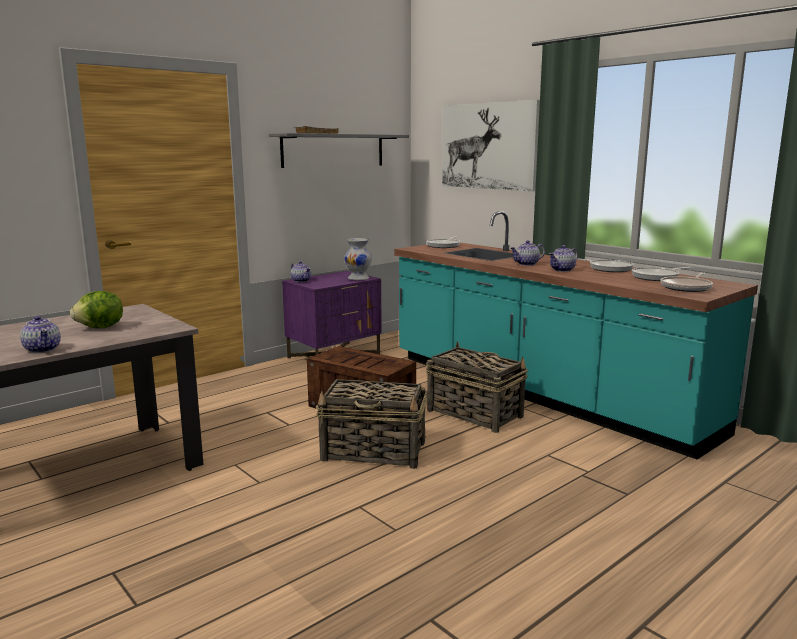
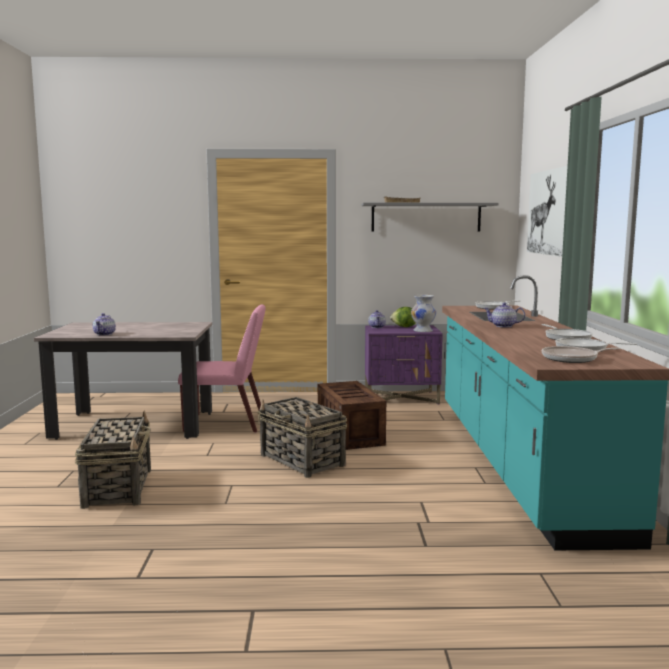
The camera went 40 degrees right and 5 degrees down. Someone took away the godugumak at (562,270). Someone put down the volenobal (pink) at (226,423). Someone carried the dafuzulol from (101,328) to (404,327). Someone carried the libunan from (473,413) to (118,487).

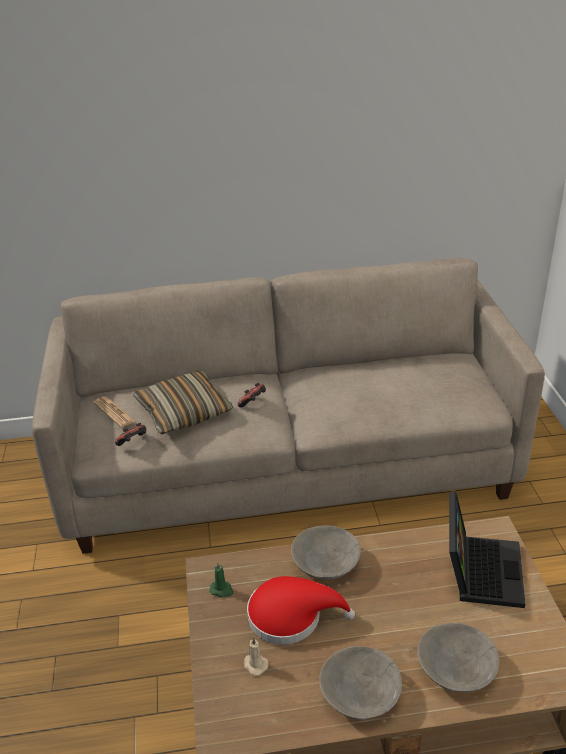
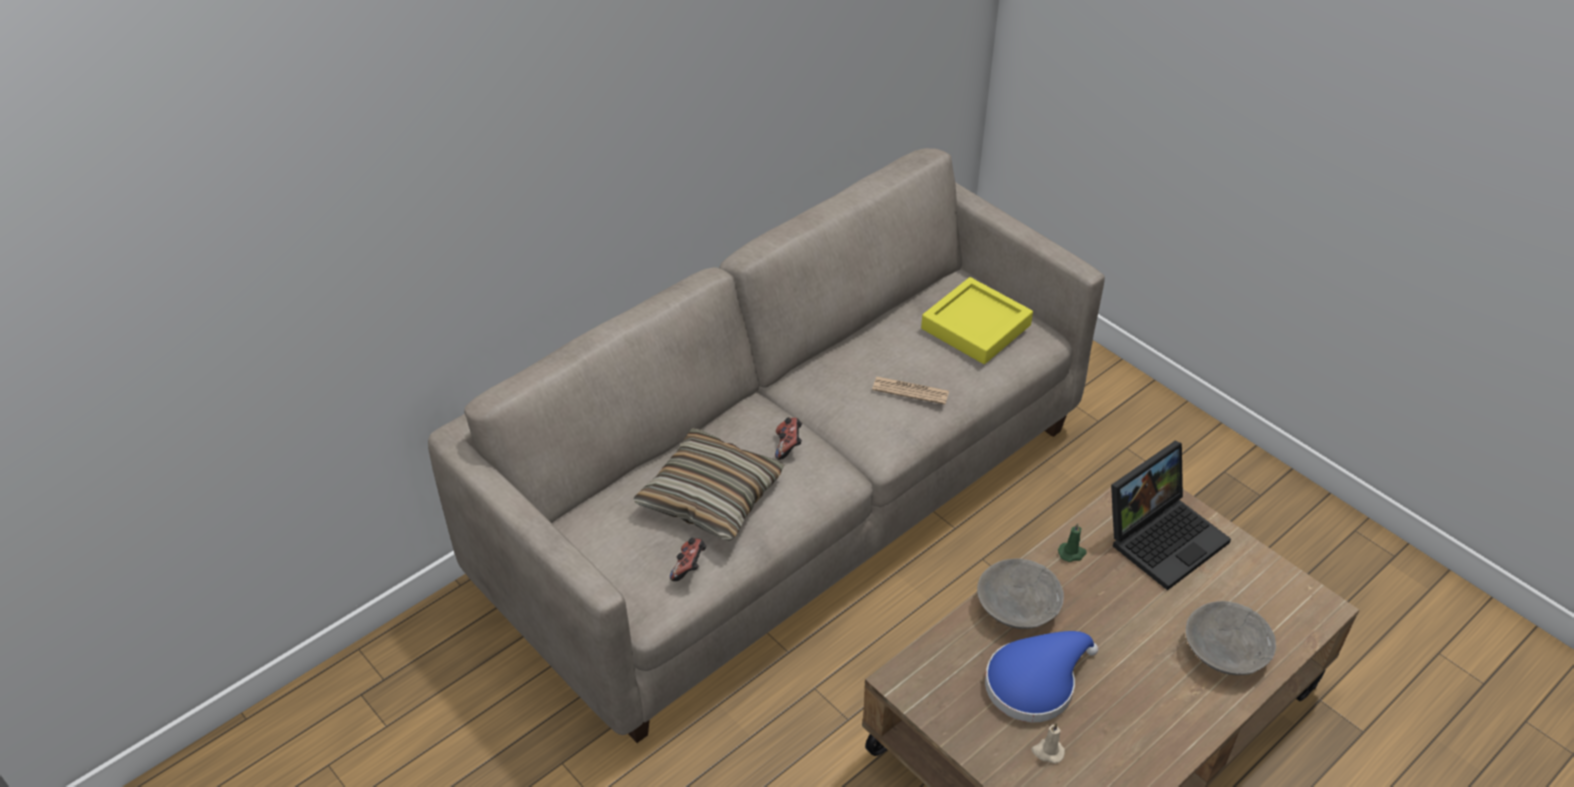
The camera went 35 degrees left and 10 degrees up. Someone took away the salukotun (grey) at (359,695). Someone put down the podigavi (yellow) at (976,327). Someone carried the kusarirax from (114,412) to (910,391). Someone carried the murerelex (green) from (222,590) to (1072,553). Someone repainted the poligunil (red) at (291,616), which became the poligunil (blue) at (1035,682). Someone rotated the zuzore at (479,569) by 75 degrees clockwise.

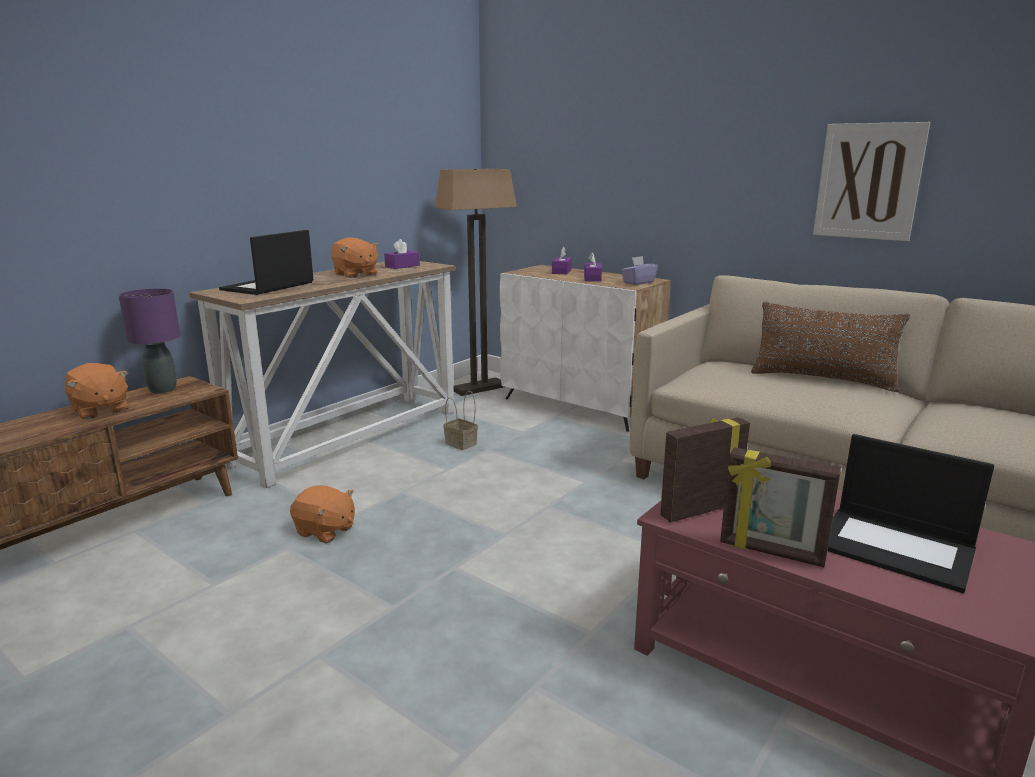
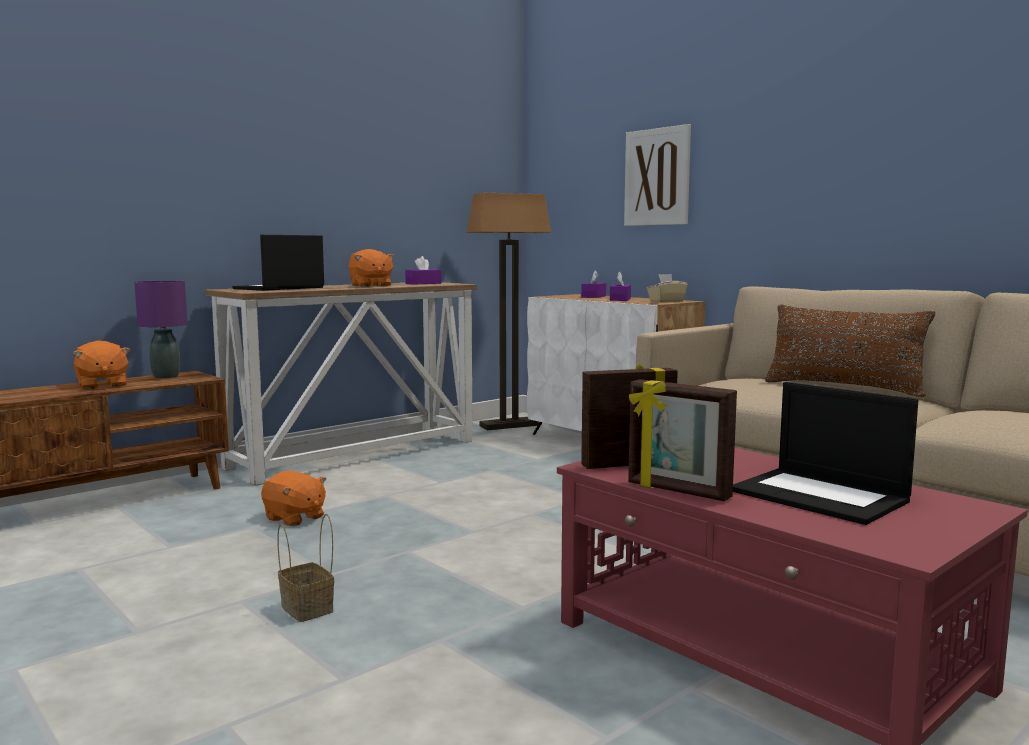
The camera went 10 degrees right and 10 degrees down. Someone carried the libunan from (462,443) to (309,609). Someone carried the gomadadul from (868,181) to (657,177). Someone repainted the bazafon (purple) at (638,282), which became the bazafon (beige) at (666,301).

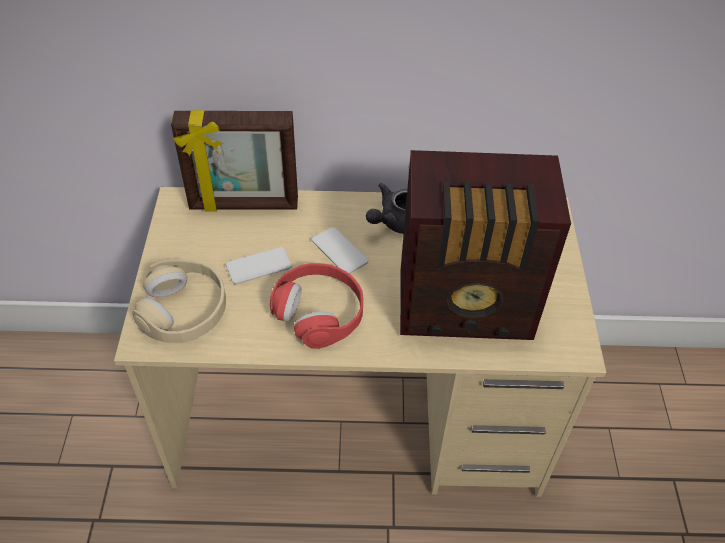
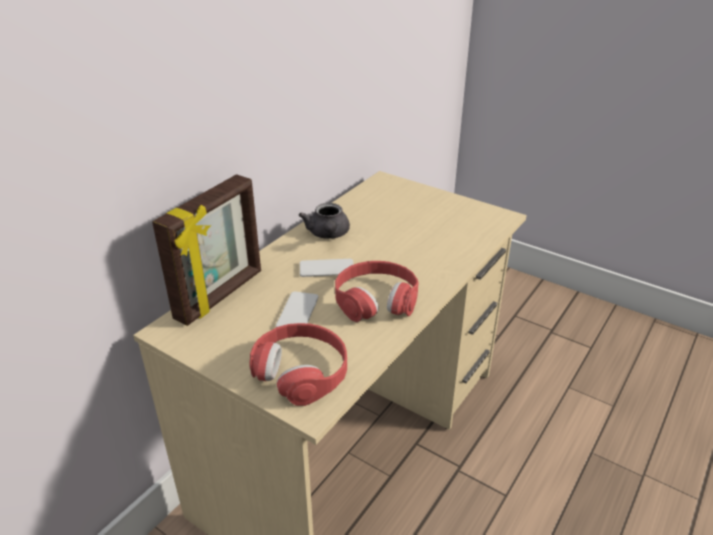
The camera went 55 degrees left and 15 degrees down. Someone took away the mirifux at (467,308). Someone repainted the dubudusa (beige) at (184,310), which became the dubudusa (red) at (301,371).

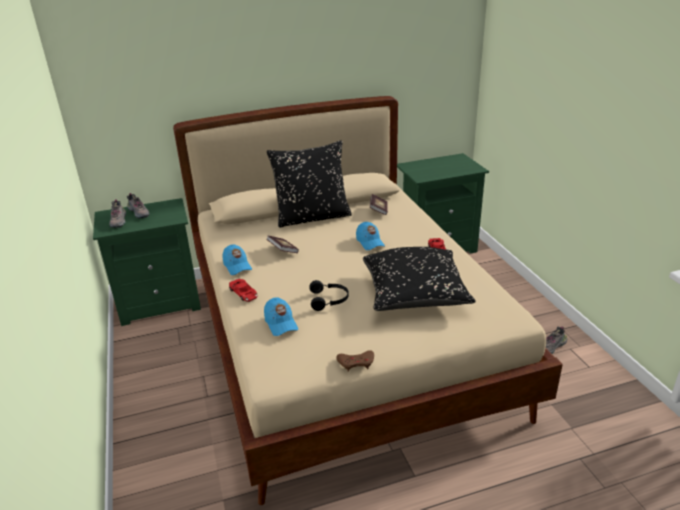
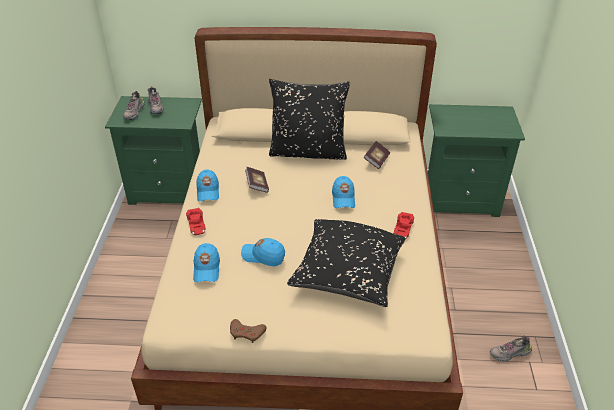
The camera went 20 degrees right and 10 degrees up. Someone swapped the dubudusa (black) at (329,300) for the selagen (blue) at (263,256).

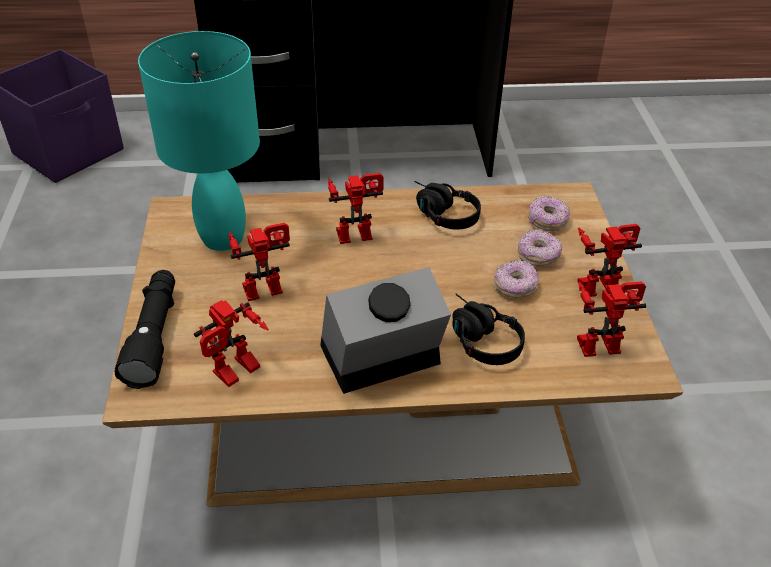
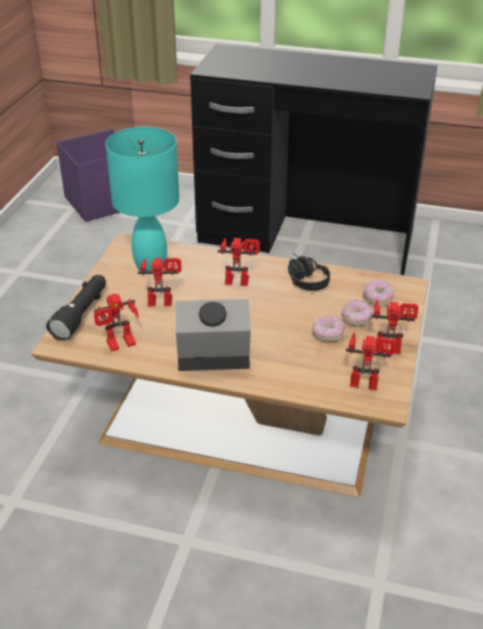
The camera went 20 degrees right and 5 degrees down. Someone took away the dubudusa (black) at (478,338).

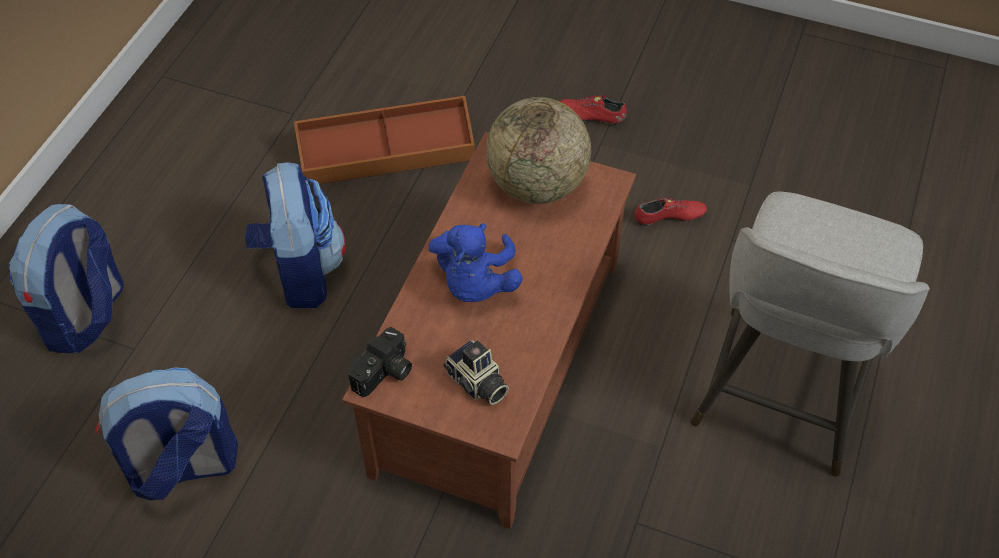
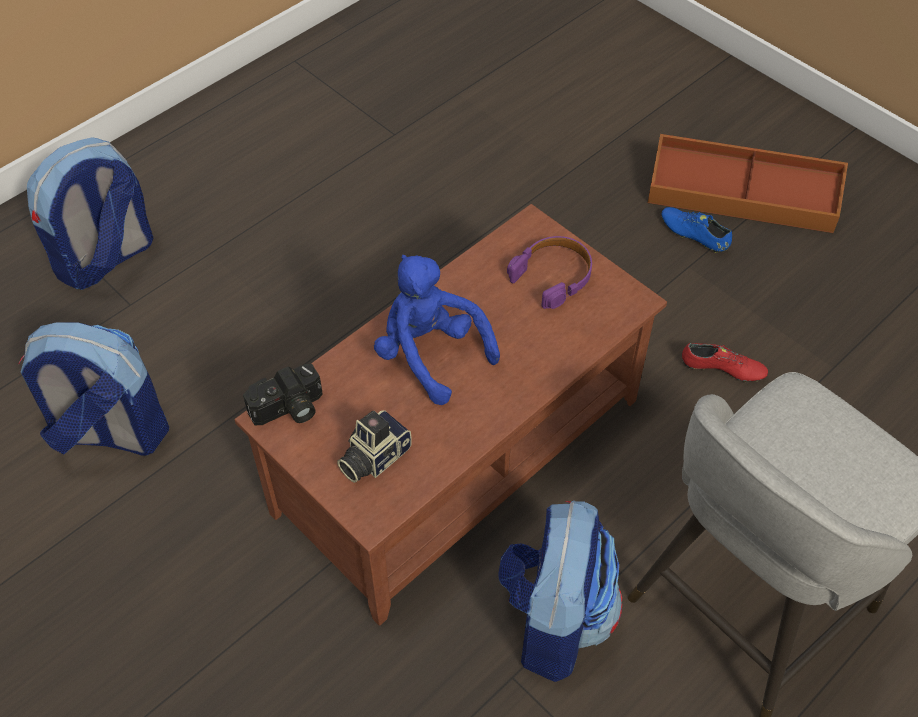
The camera went 25 degrees right and 0 degrees up. Someone carried the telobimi from (301,271) to (553,618). Someone carried the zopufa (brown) from (386,154) to (741,198). Someone swapped the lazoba at (537,185) for the dubudusa (purple) at (553,276). Someone repainted the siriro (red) at (591,116), which became the siriro (blue) at (694,235). Someone rotated the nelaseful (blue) at (474,284) by 105 degrees clockwise. Someone rotated the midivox at (477,384) by 60 degrees clockwise.

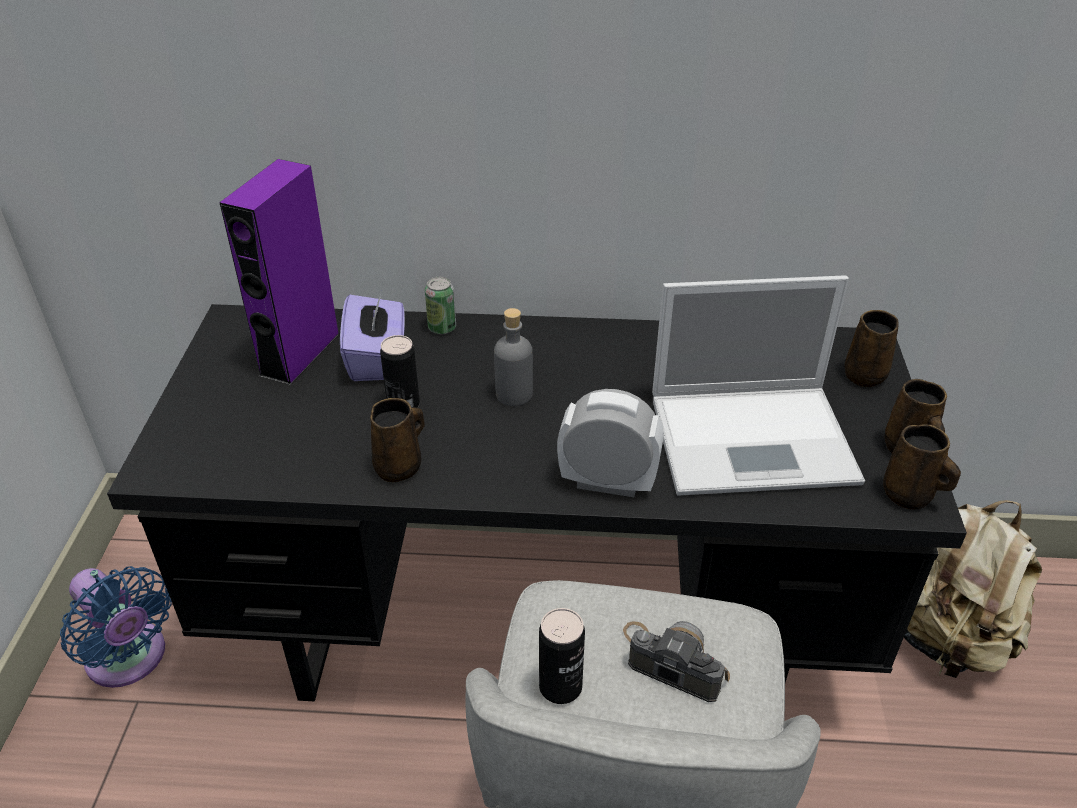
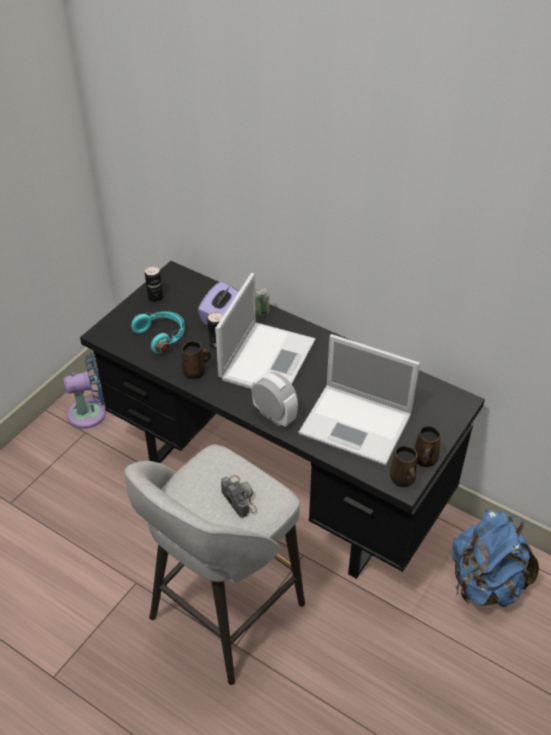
The camera went 30 degrees right and 5 degrees up. Someone took away the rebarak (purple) at (300,354). Someone took away the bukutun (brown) at (866,374). Someone put down the dubudusa (turquoise) at (162,336). Someone carried the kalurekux from (560,686) to (155,297). Someone swapped the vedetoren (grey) at (514,394) for the zuzore at (268,358). Someone repainted the telobimi (beige) at (944,637), which became the telobimi (blue) at (485,583). Someone rotated the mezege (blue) at (130,660) by 90 degrees counterclockwise.

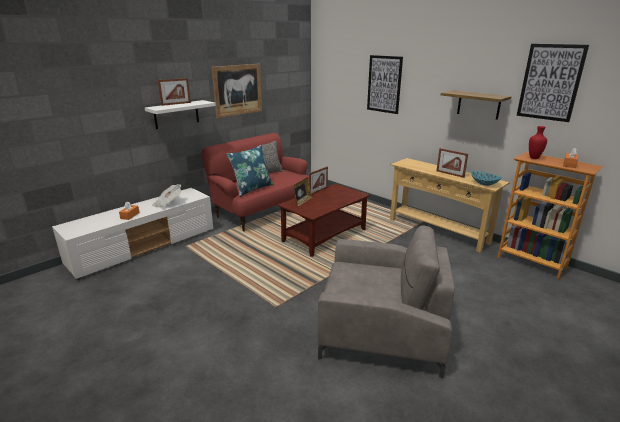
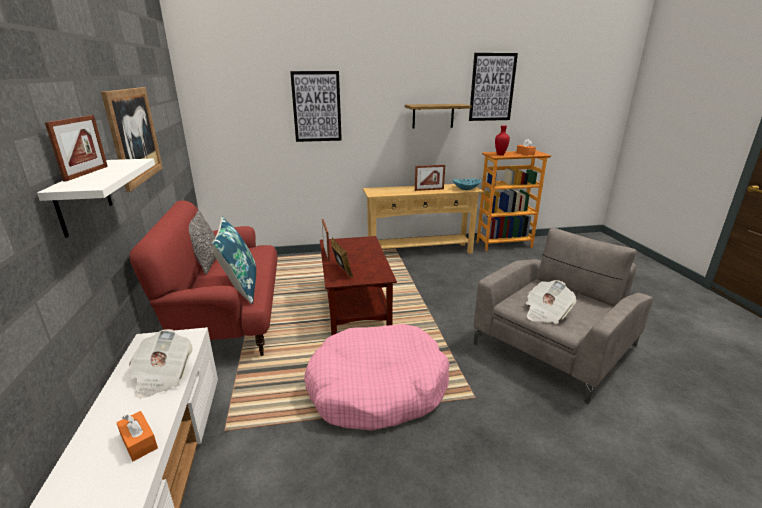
The camera went 55 degrees left and 0 degrees up. Someone put down the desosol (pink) at (377,388). Someone put down the kusarirax at (546,313).

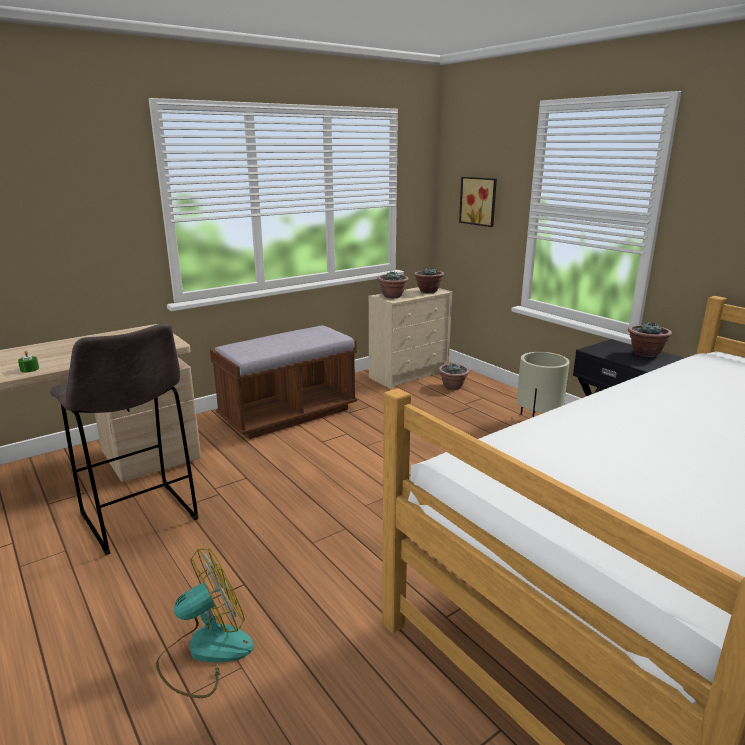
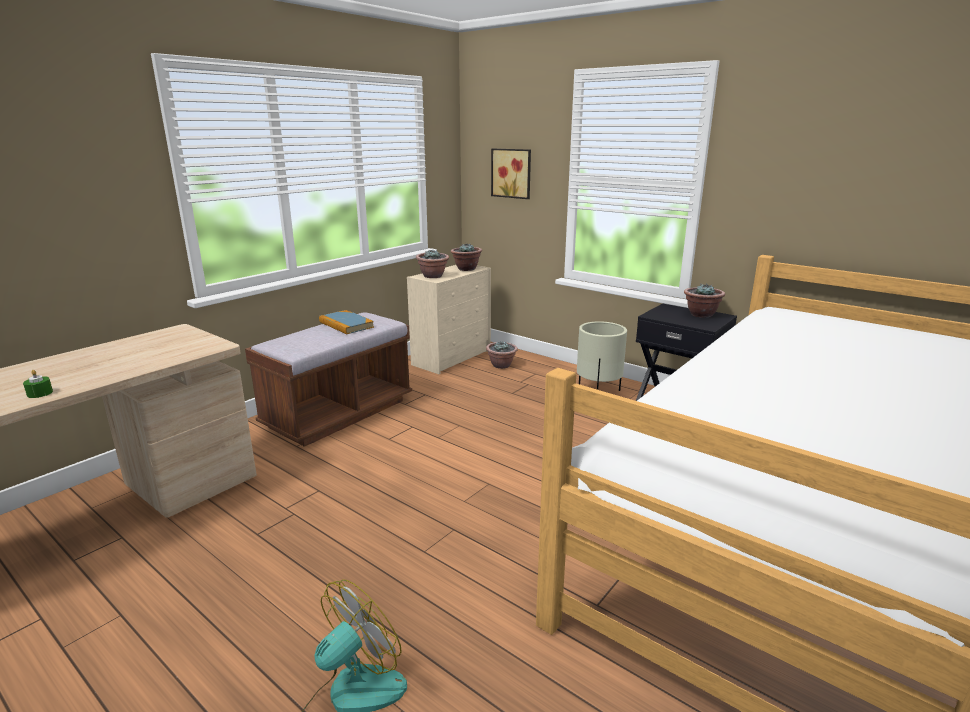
The camera went 15 degrees left and 0 degrees up. Someone took away the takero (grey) at (140,519). Someone put down the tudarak at (346,325).

